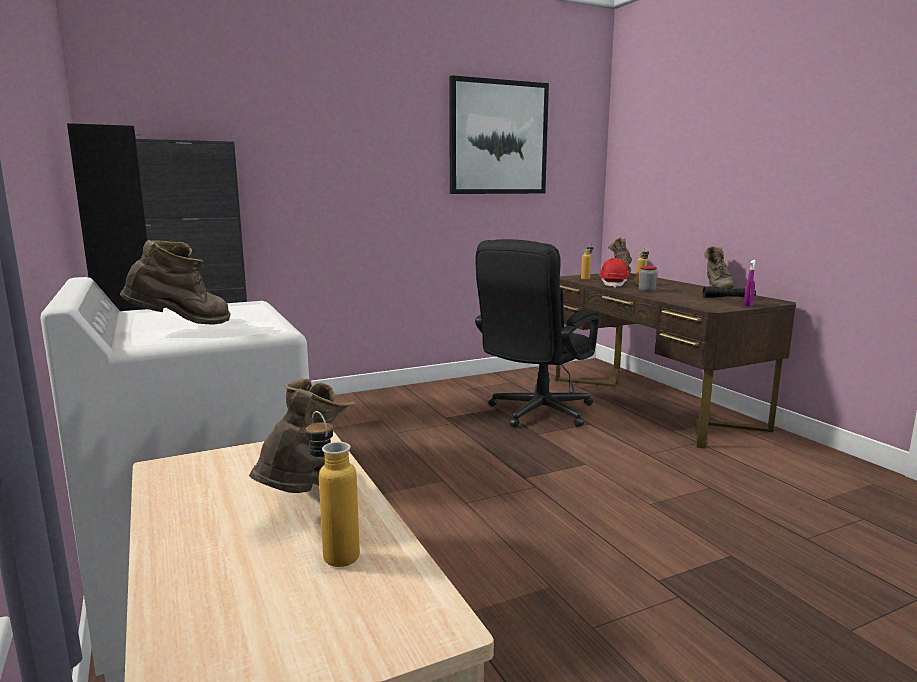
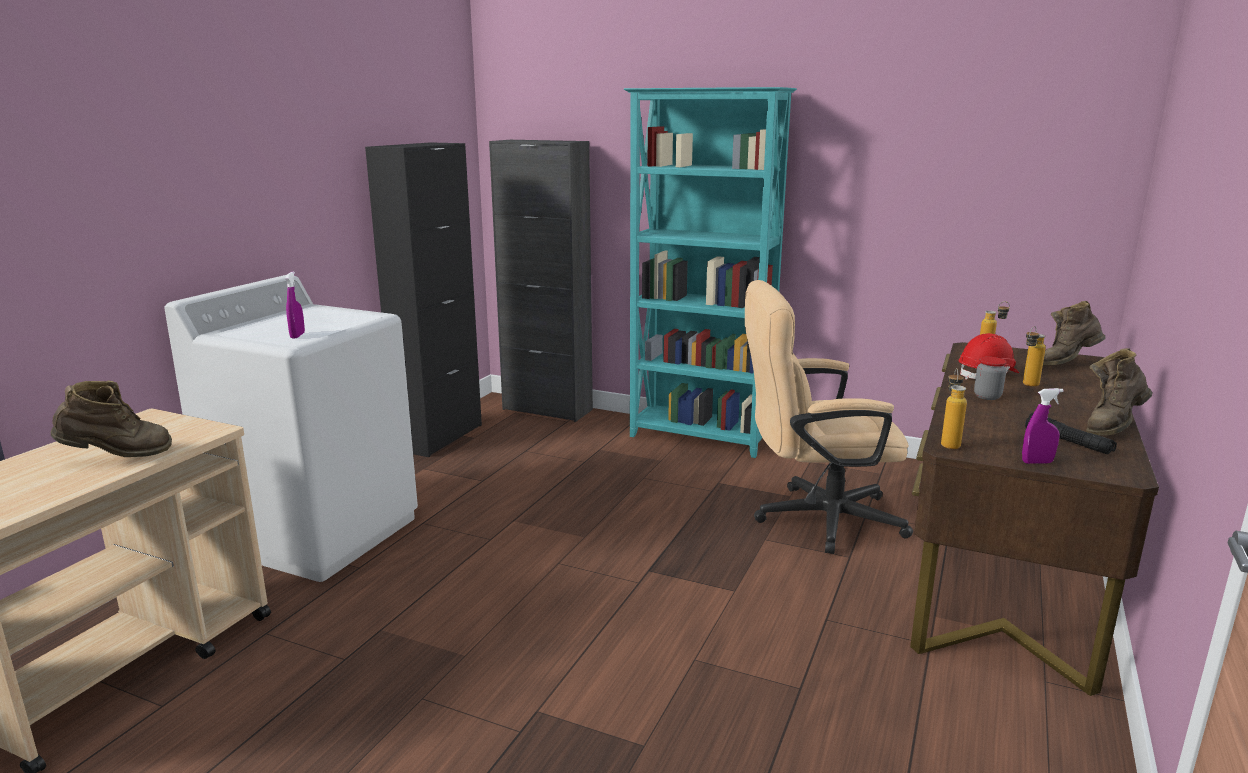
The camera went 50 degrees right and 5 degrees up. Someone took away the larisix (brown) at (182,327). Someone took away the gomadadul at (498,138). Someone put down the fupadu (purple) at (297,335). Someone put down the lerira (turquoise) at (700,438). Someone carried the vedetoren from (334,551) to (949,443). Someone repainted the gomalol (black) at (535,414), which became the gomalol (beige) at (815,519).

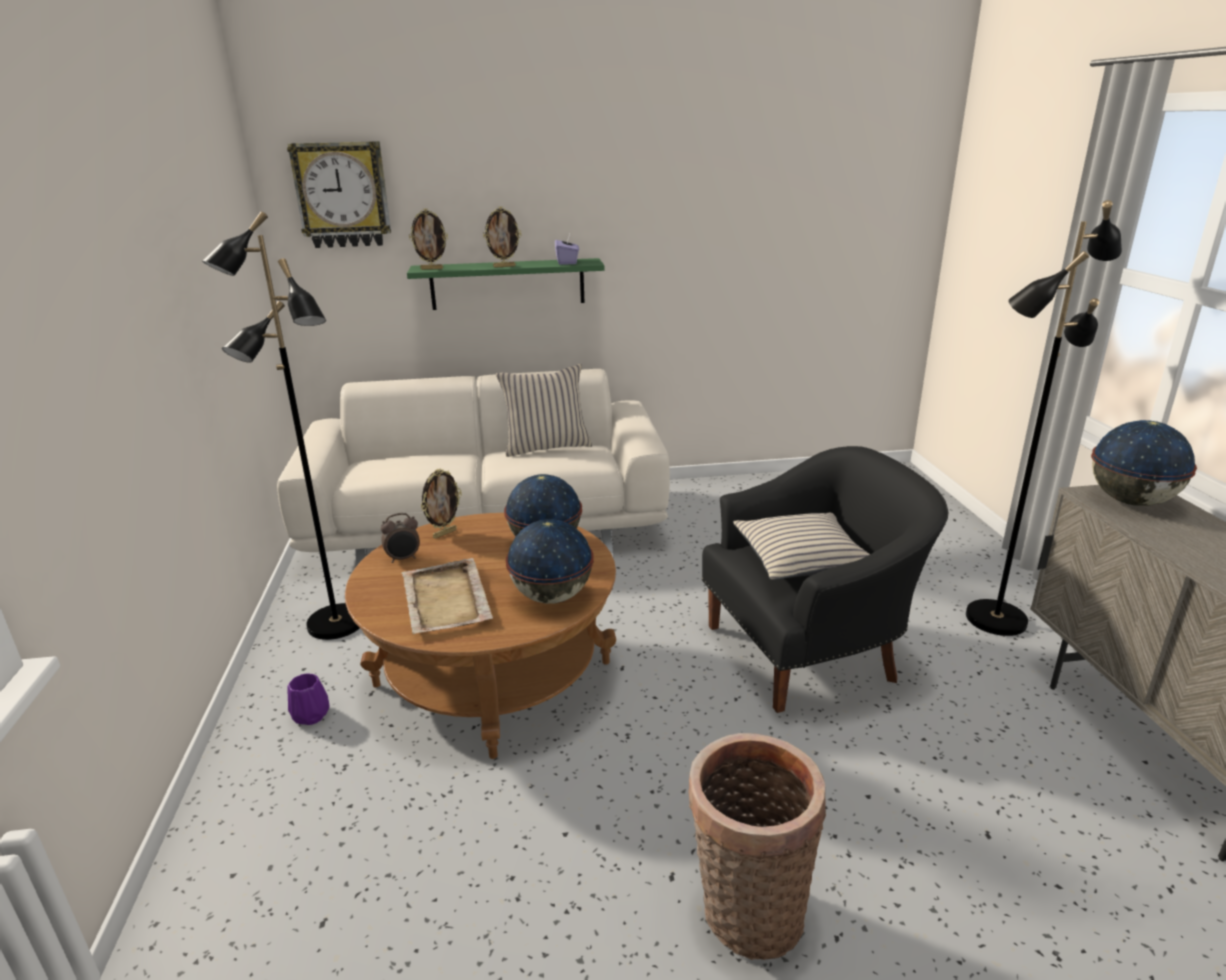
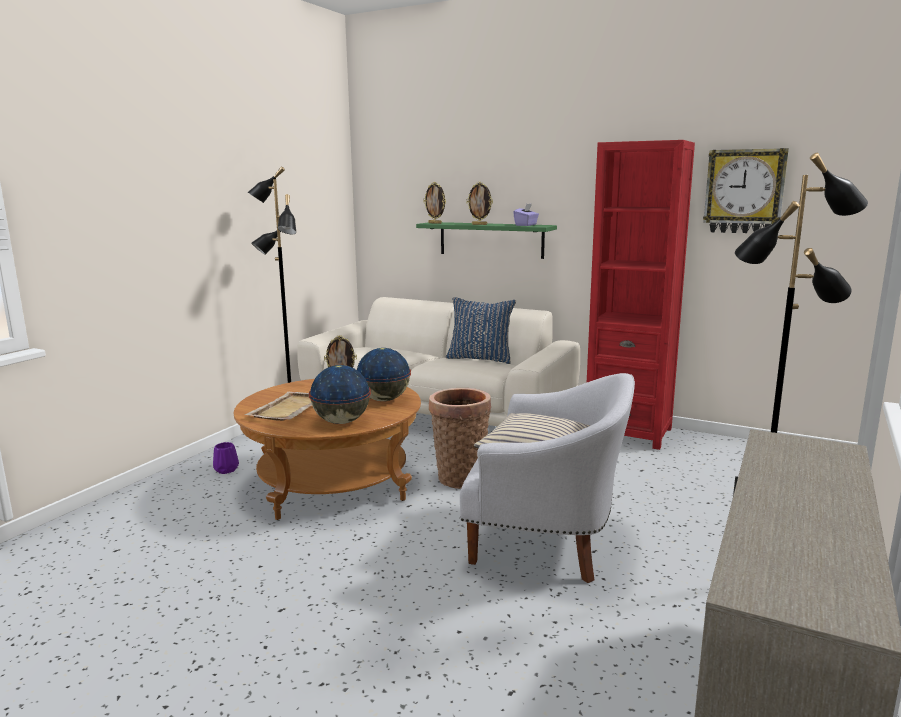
The camera went 35 degrees right and 10 degrees down. Someone took away the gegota at (403,559). Someone took away the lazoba at (1130,501). Someone put down the lerira (red) at (628,432). Someone carried the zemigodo from (342,195) to (744,191). Someone carried the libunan from (746,911) to (460,477). Someone repainted the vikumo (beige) at (546,447), which became the vikumo (blue) at (480,358). Someone repainted the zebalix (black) at (808,652), which became the zebalix (white) at (547,542).

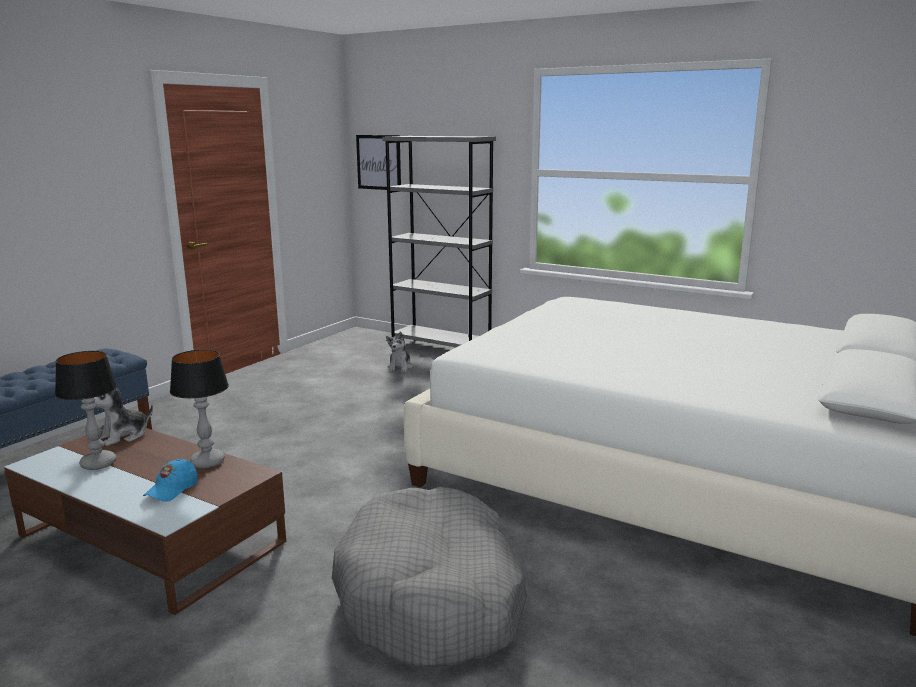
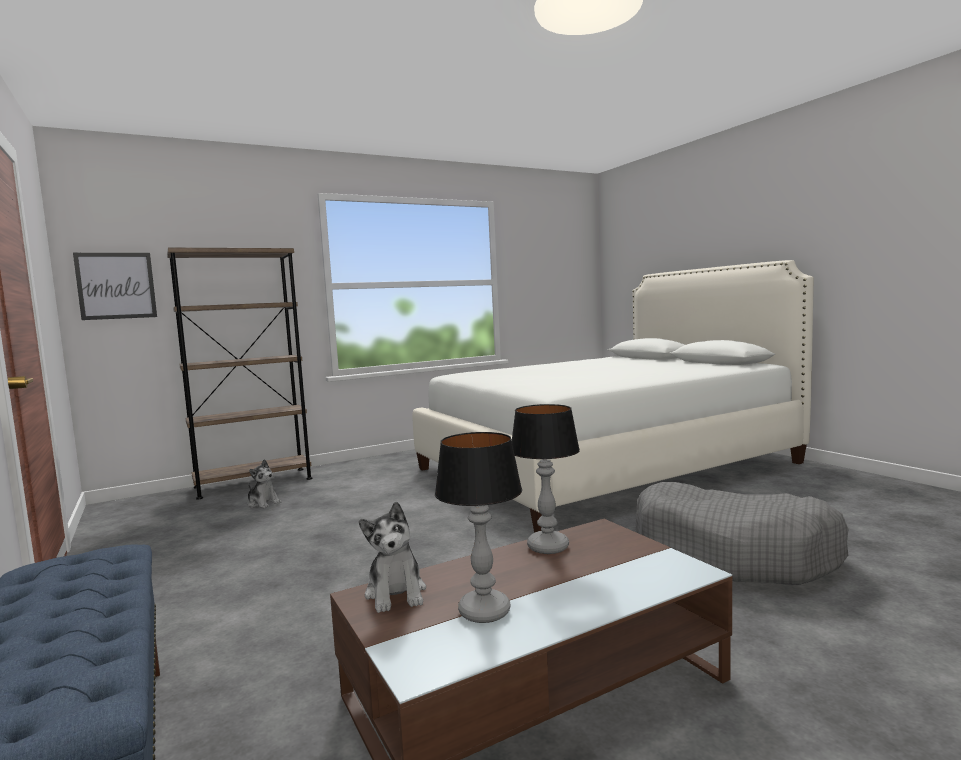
The camera went 60 degrees left and 10 degrees down. Someone took away the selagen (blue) at (172,490). Someone repainted the lerira (grey) at (441,349), which became the lerira (brown) at (253,483).

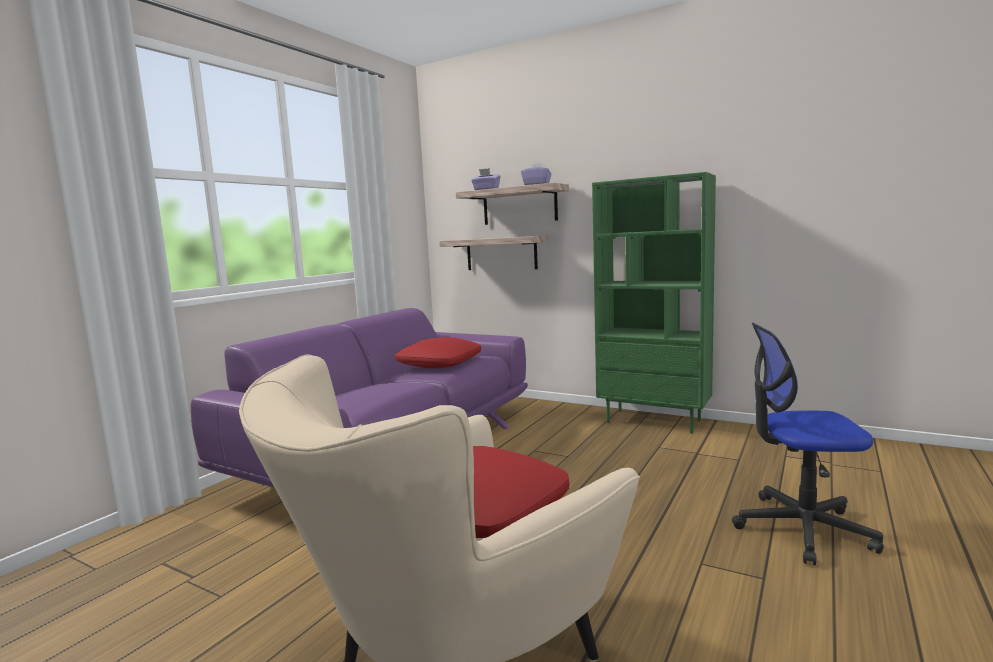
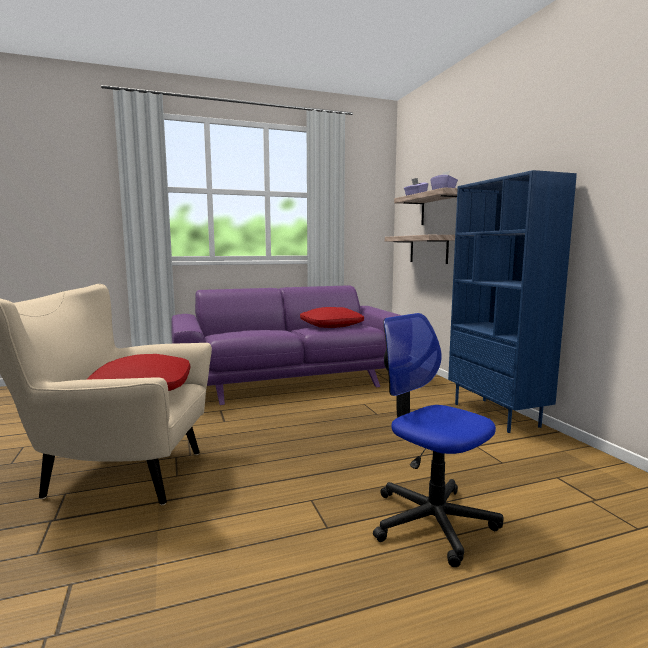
The camera went 40 degrees right and 0 degrees up. Someone repainted the lerira (green) at (654,421), which became the lerira (blue) at (496,415).

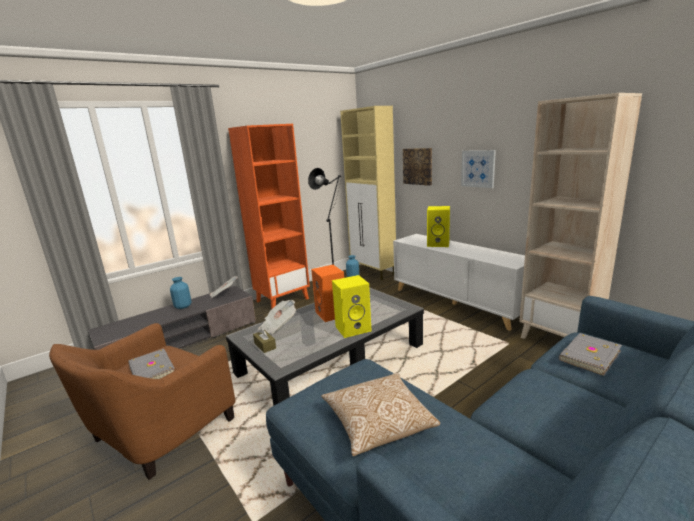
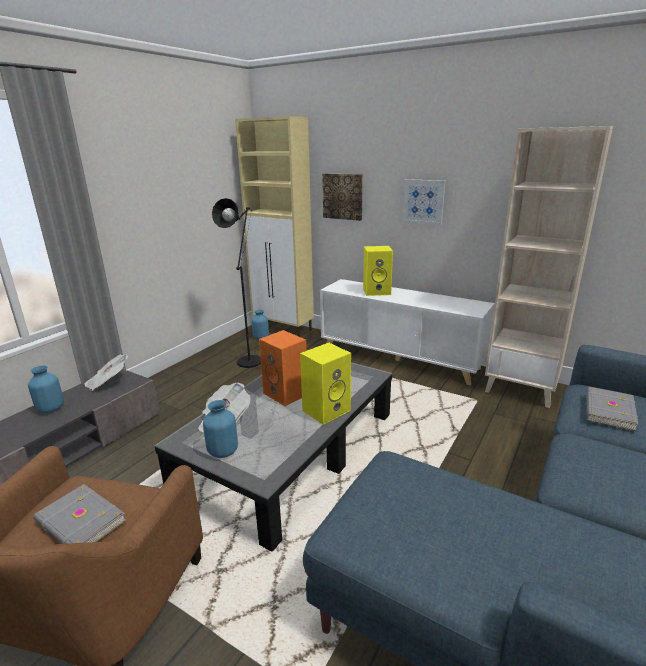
The camera went 20 degrees left and 5 degrees up. Someone took away the lerira (orange) at (282,300). Someone took away the vikumo at (378,423). Someone swapped the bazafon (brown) at (265,345) for the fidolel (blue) at (223,451).

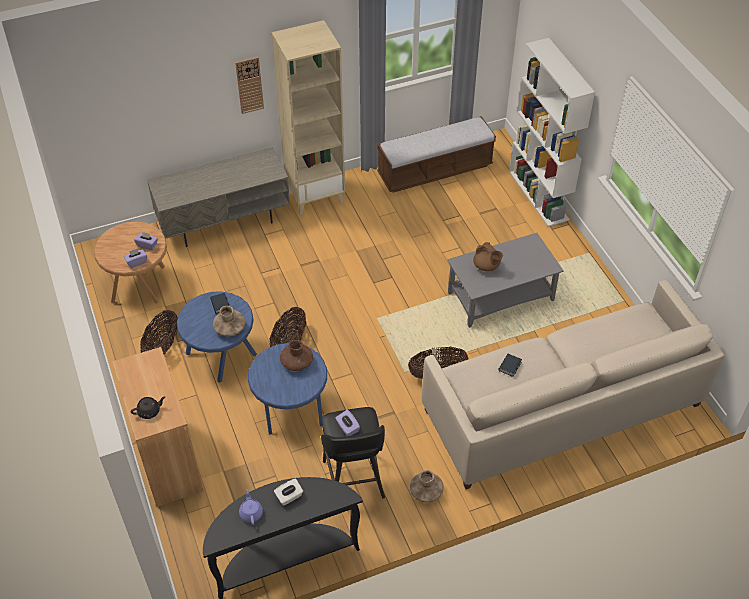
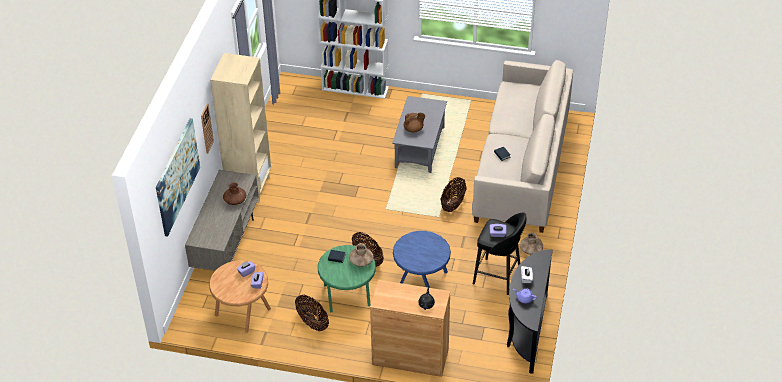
The camera went 55 degrees left and 5 degrees down. Someone took away the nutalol at (435,170). Someone put up the gomadadul at (177,176). Someone carried the fidolel (brown) from (296,362) to (235,200). Someone repainted the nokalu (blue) at (221,356), which became the nokalu (green) at (348,295).

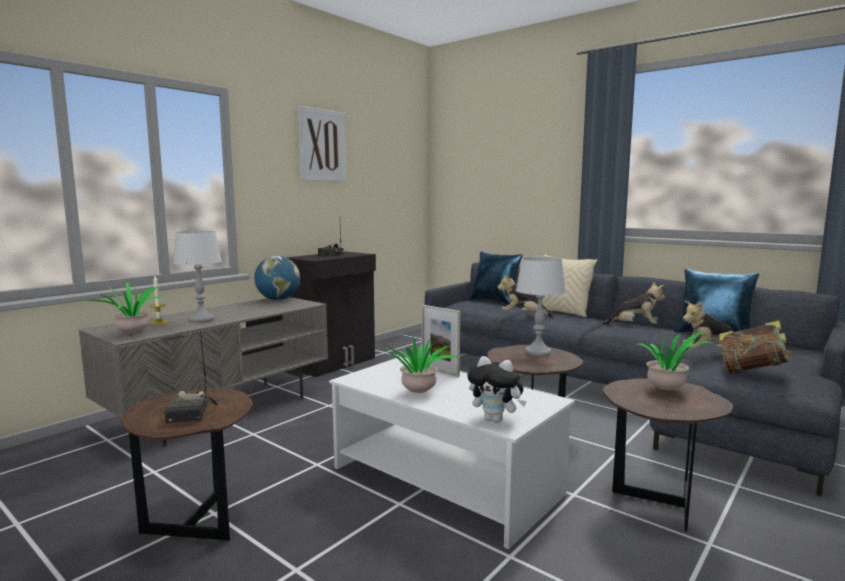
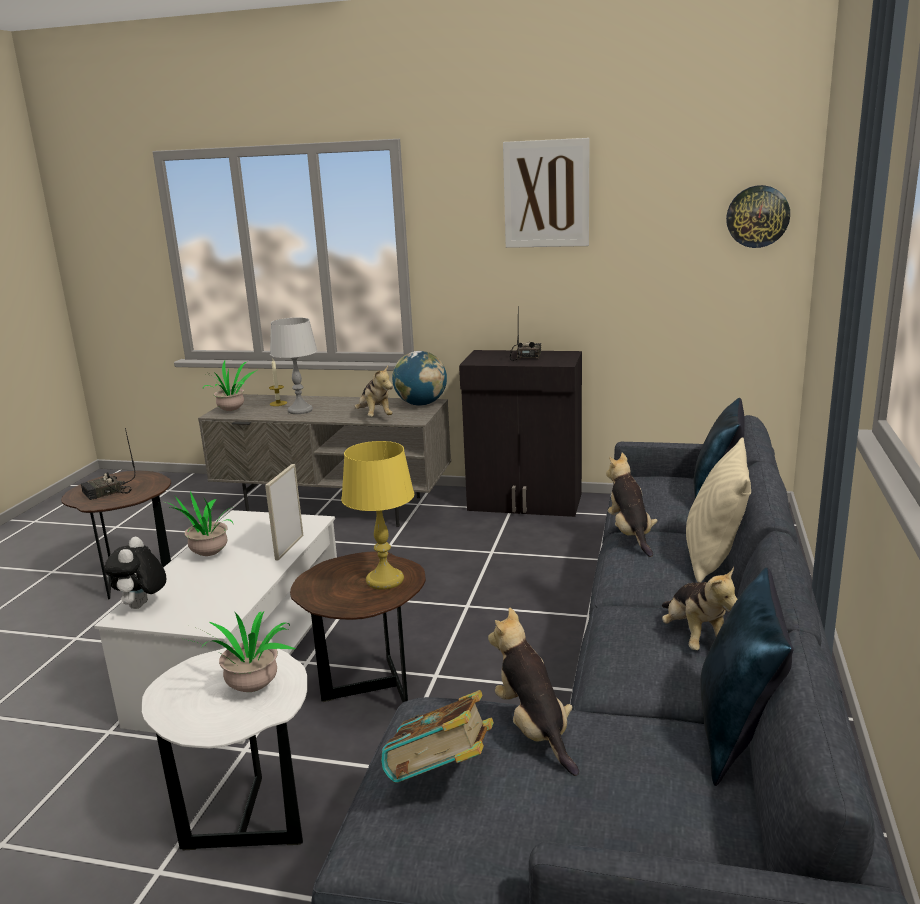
The camera went 65 degrees right and 10 degrees up. Someone put down the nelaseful at (375,417). Someone put up the zemigodo at (757,216). Someone repainted the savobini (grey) at (538,352), which became the savobini (yellow) at (384,580). Someone repainted the nokalu (brown) at (656,503), which became the nokalu (white) at (247,819).

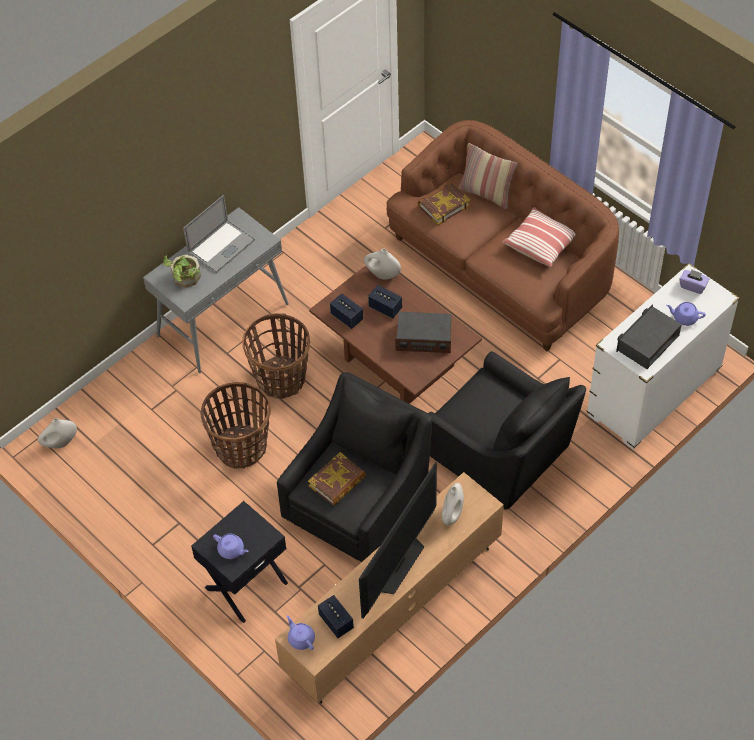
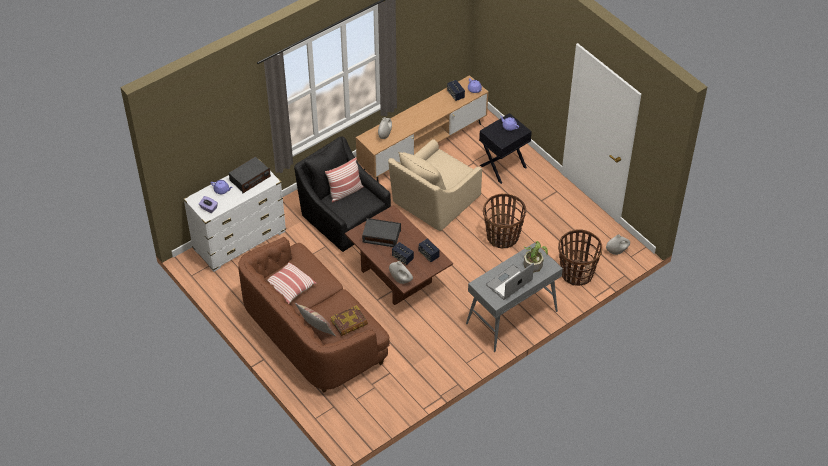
The camera went 175 degrees left and 5 degrees down. Someone took away the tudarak at (337,482). Someone took away the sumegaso at (397,564). Someone put down the vikumo at (345,192). Someone carried the libunan from (281,379) to (576,273). Someone repainted the zebalix (black) at (359,499), which became the zebalix (beige) at (434,201).

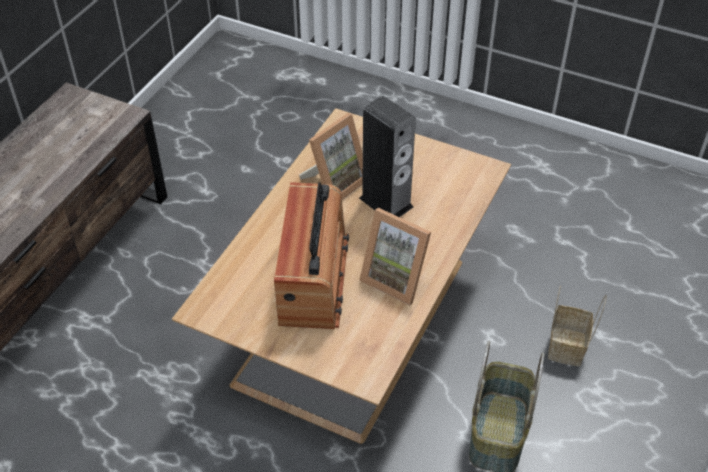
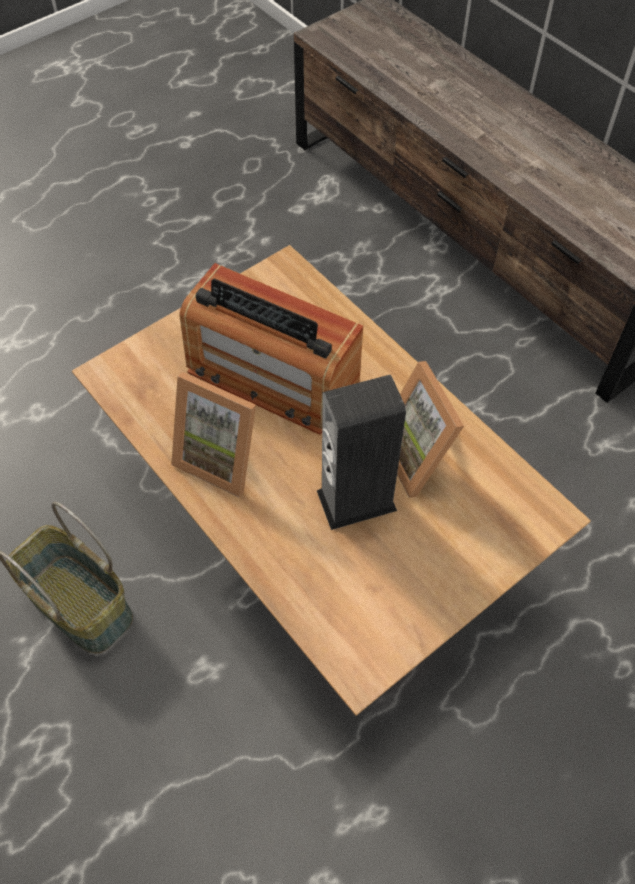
The camera went 115 degrees right and 10 degrees up. Someone took away the libunan at (567,348). Someone rotated the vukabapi at (396,278) by 120 degrees counterclockwise.

